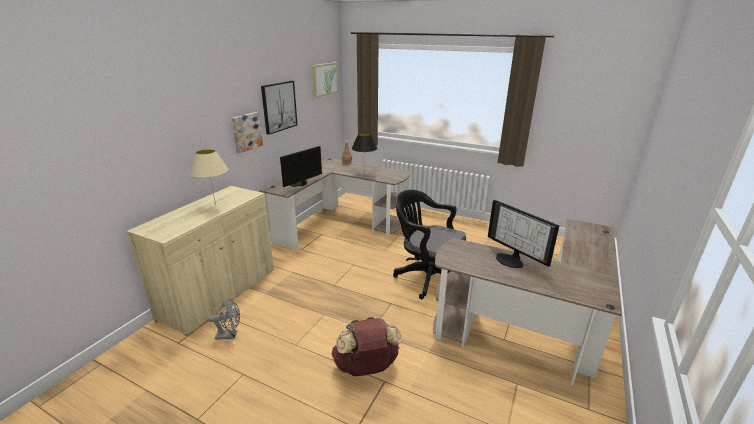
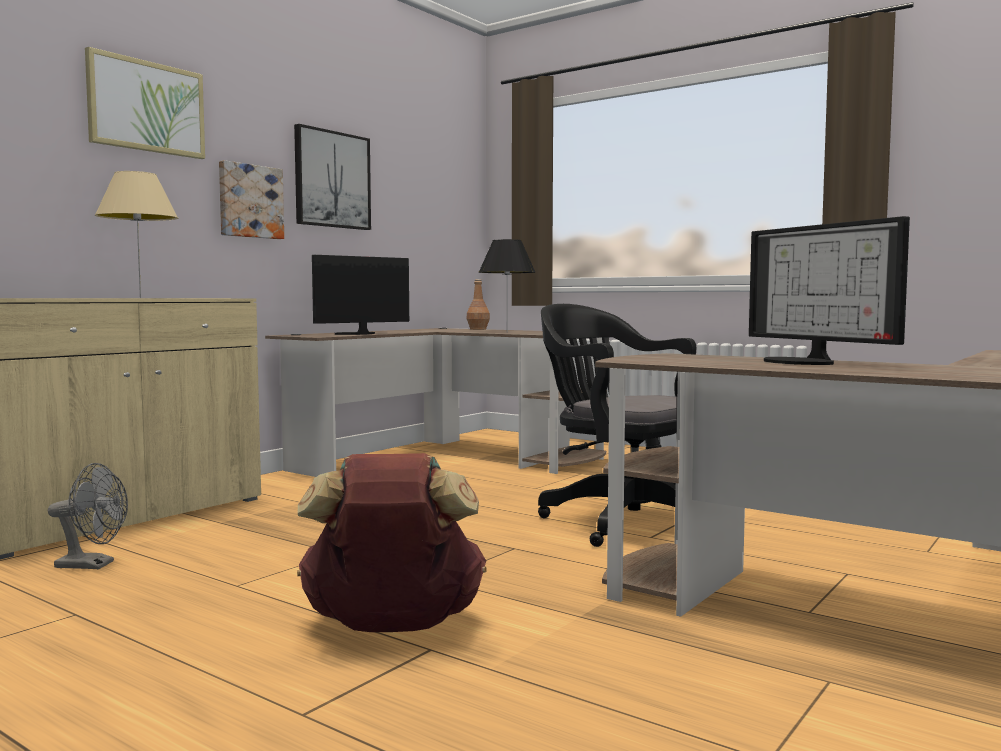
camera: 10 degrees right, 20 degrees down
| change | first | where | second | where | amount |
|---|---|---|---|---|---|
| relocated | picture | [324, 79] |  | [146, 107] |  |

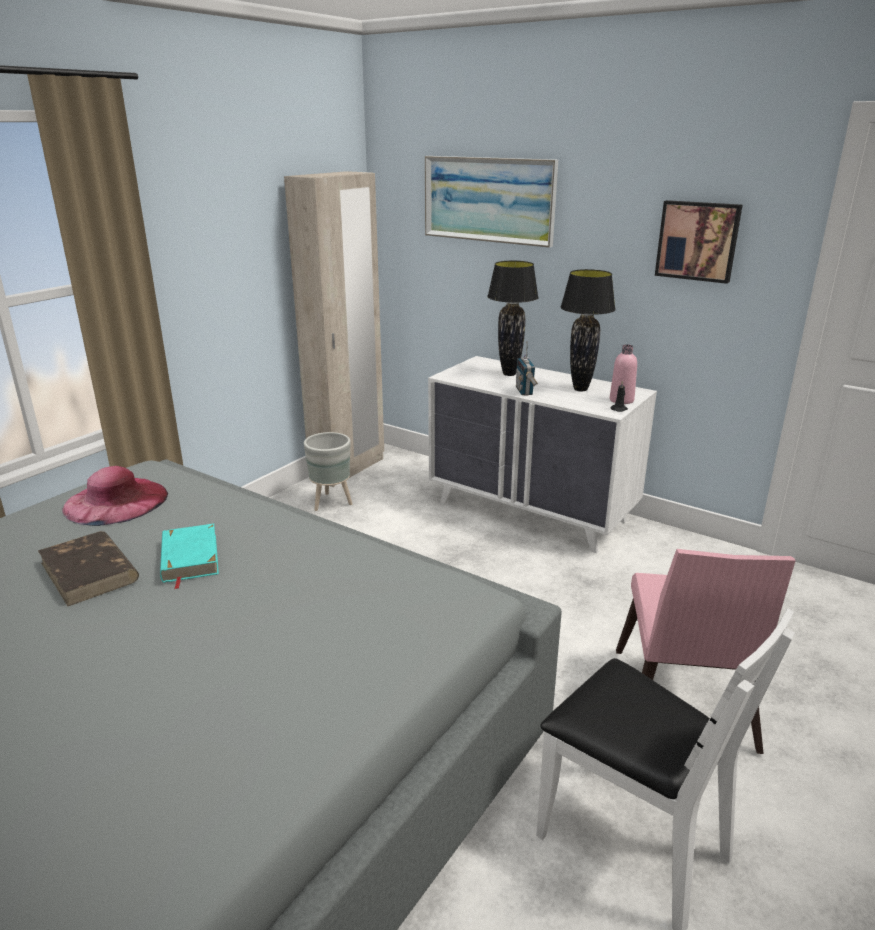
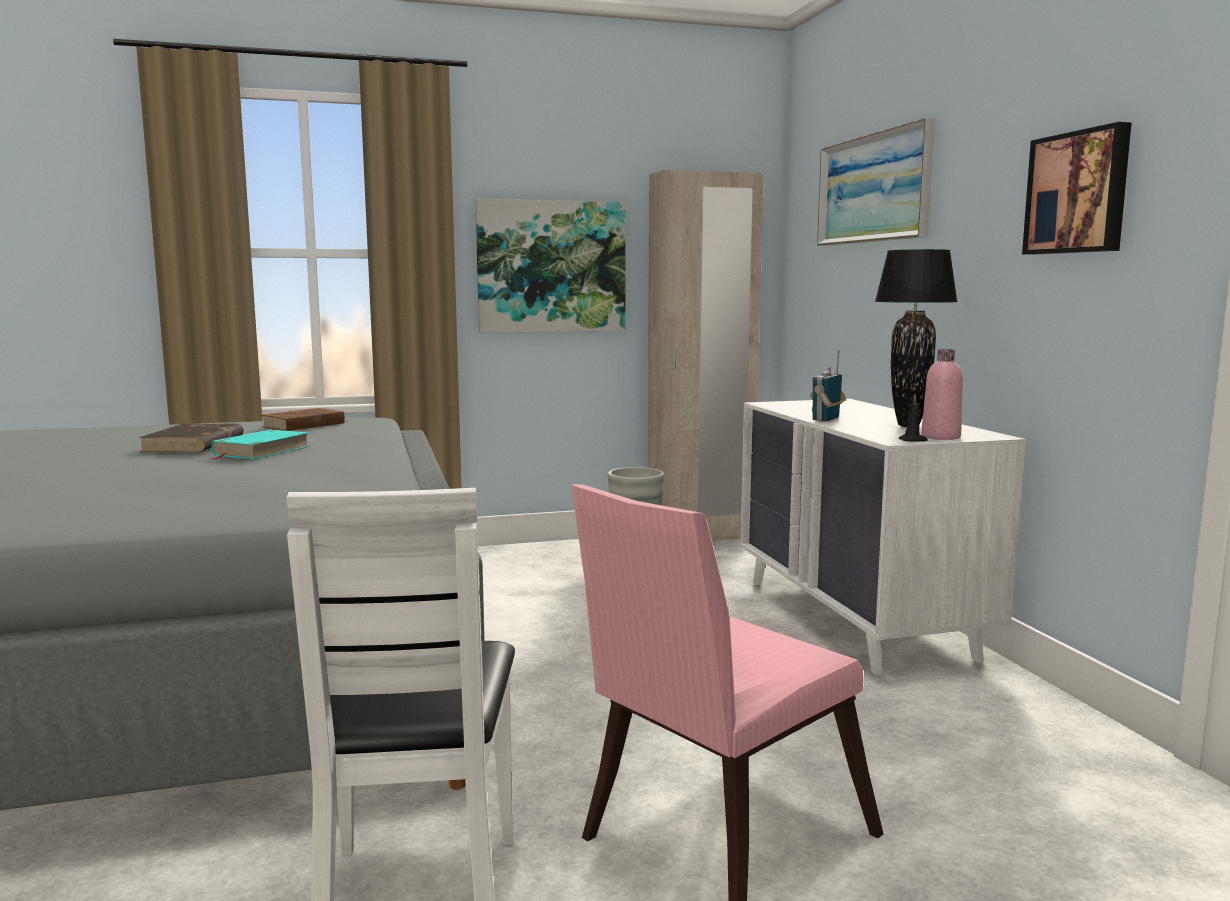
camera: 40 degrees right, 15 degrees down
| change | first | where | second | where | amount |
|---|---|---|---|---|---|
| exchanged | clothing hat in pink | [116, 501] | volume in brown | [304, 425] |  |
| appeared |  |  | picture | [551, 267] |  |
| missing | tabletop lamp in black | [509, 374] |  |  |  |

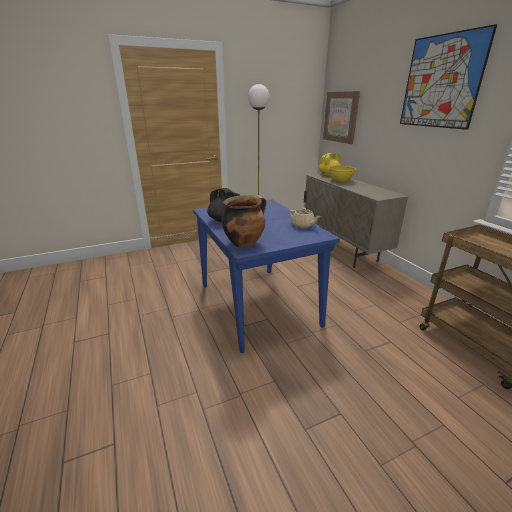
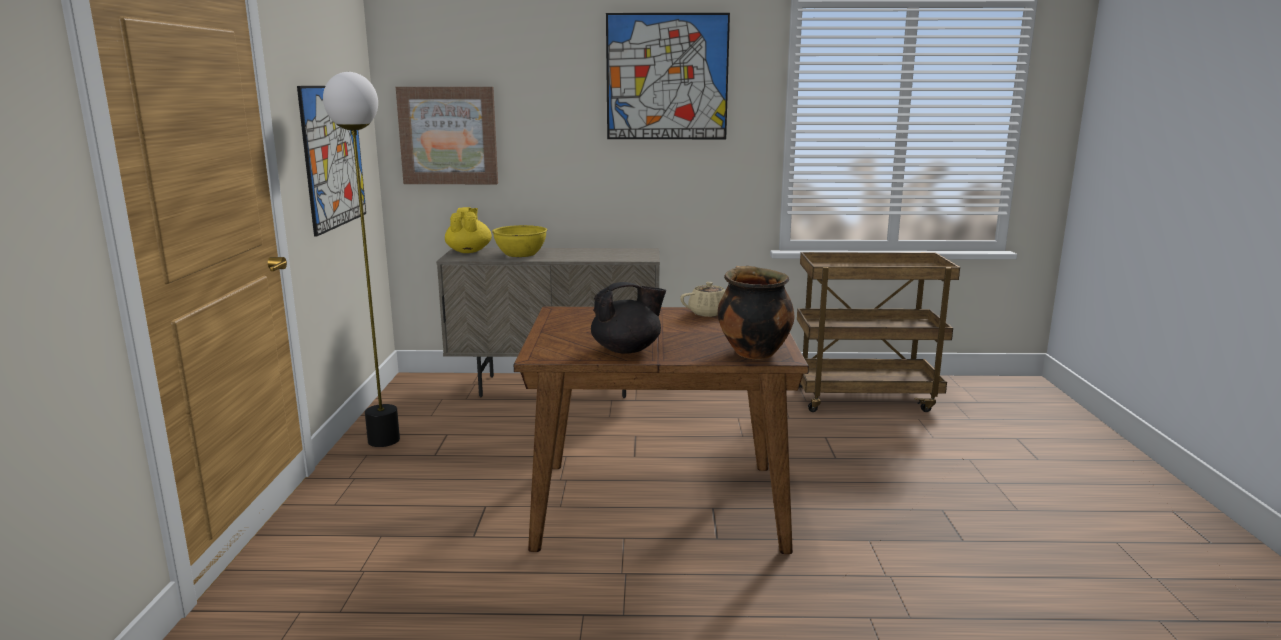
camera: 65 degrees left, 10 degrees down
| change | first | where | second | where | amount |
|---|---|---|---|---|---|
| appeared |  |  | picture | [333, 156] |  |
| colour | dining table in blue-coloured | [257, 303] | dining table in brown | [657, 505] |  |

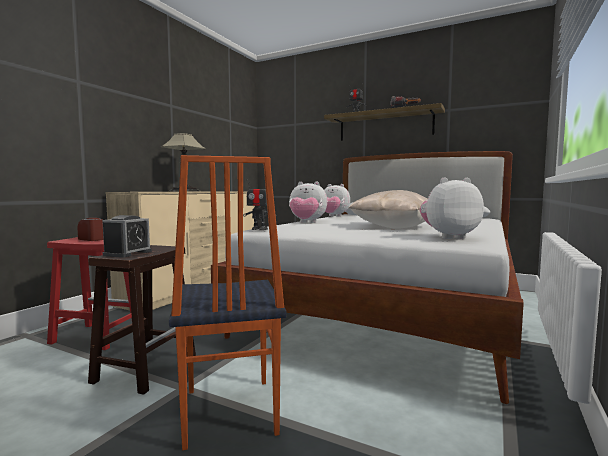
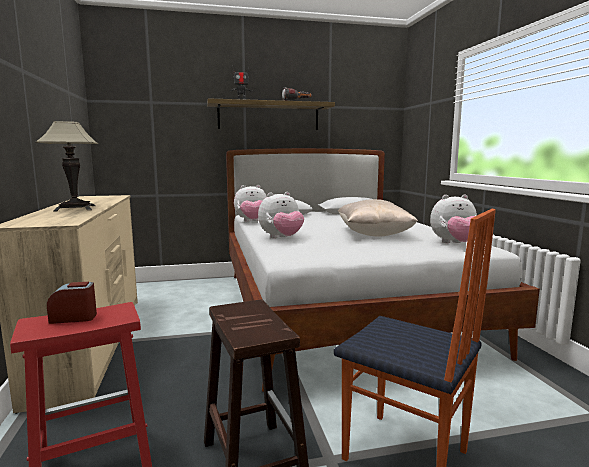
camera: 40 degrees left, 5 degrees up
| change | first | where | second | where | amount |
|---|---|---|---|---|---|
| spun | cuddly toy | [448, 237] |  | [454, 243] | 135 degrees counterclockwise |
| missing | bedside clock | [127, 253] |  |  |  |
| missing | toy robot | [259, 229] |  |  |  |

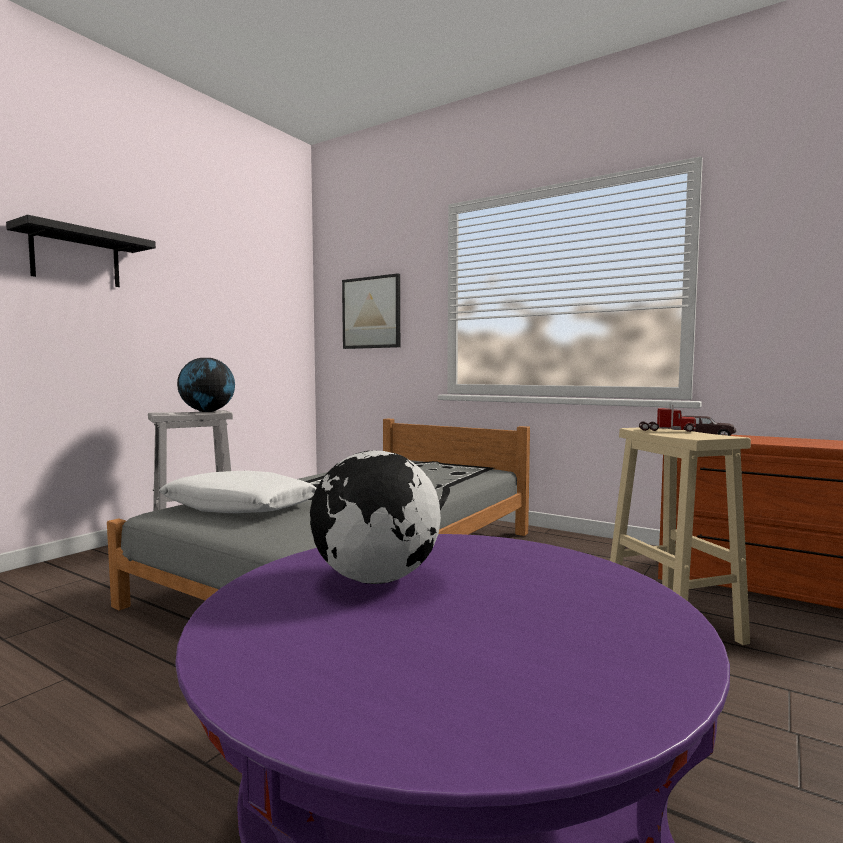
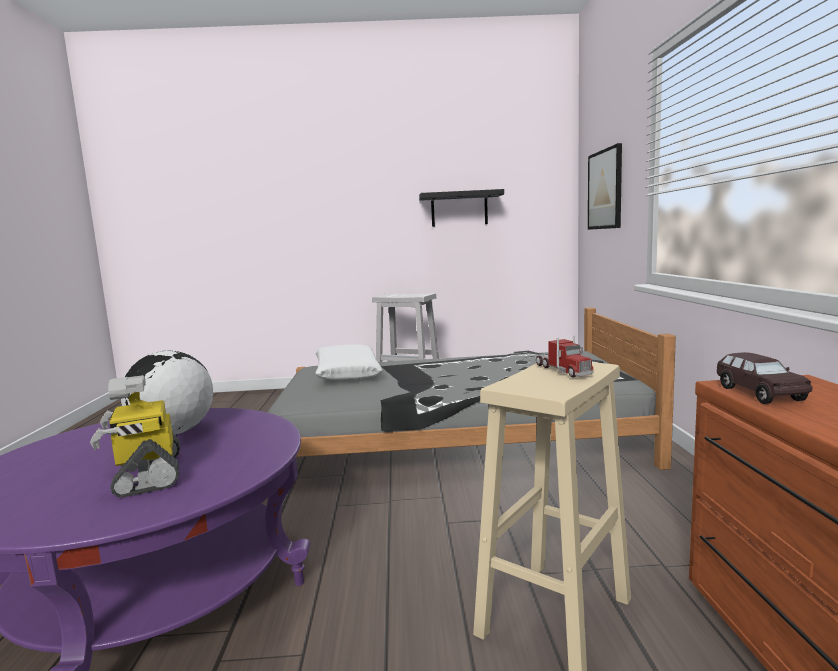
camera: 55 degrees right, 5 degrees up
| change | first | where | second | where | amount |
|---|---|---|---|---|---|
| appeared |  |  | toy robot | [147, 475] |  |
| relocated | wall shelf in black | [76, 258] |  | [459, 209] |  |
| missing | world globe | [208, 411] |  |  |  |

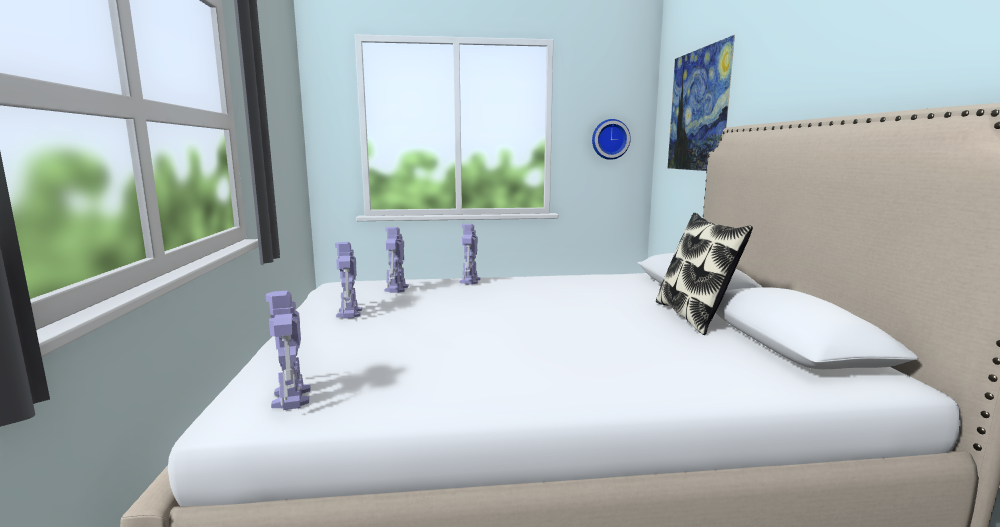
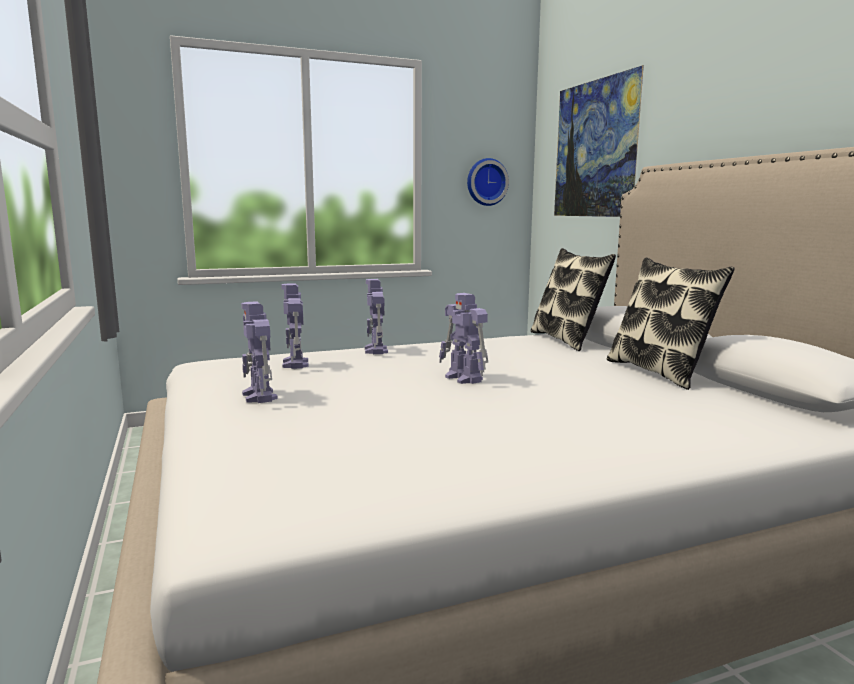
camera: 15 degrees left, 0 degrees up
| change | first | where | second | where | amount |
|---|---|---|---|---|---|
| relocated | toy robot | [291, 398] |  | [464, 378] |  |
| appeared |  |  | cushion | [567, 340] |  |

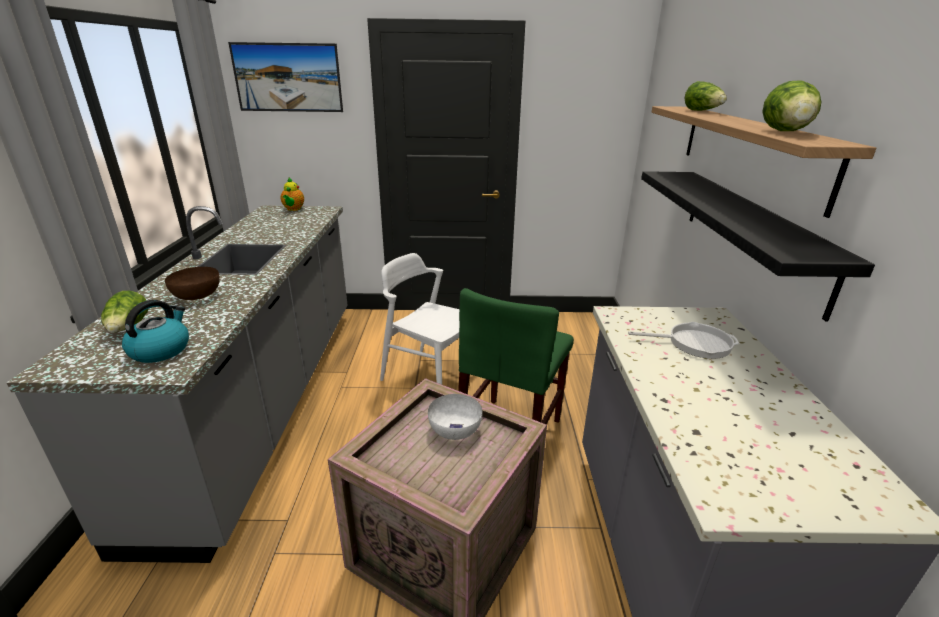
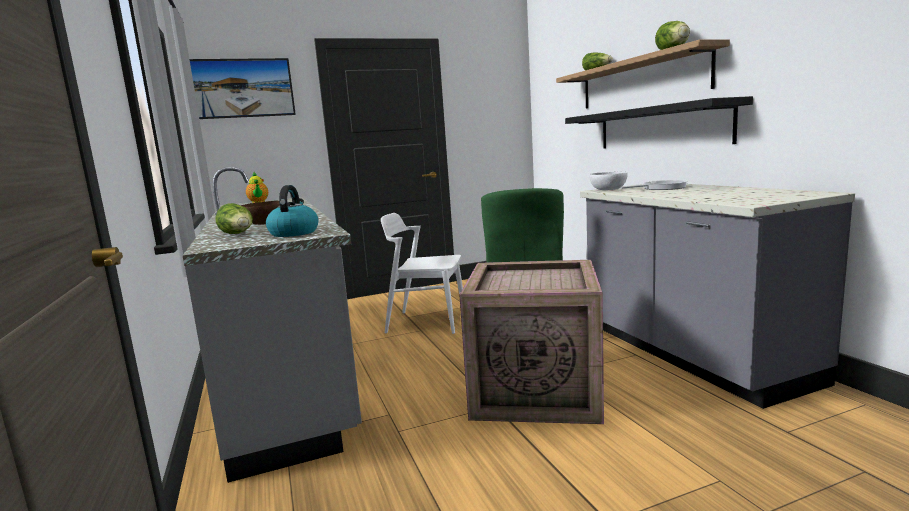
camera: 20 degrees left, 15 degrees down
| change | first | where | second | where | amount |
|---|---|---|---|---|---|
| relocated | deep dish in white-coloured | [454, 429] |  | [608, 189] |  |

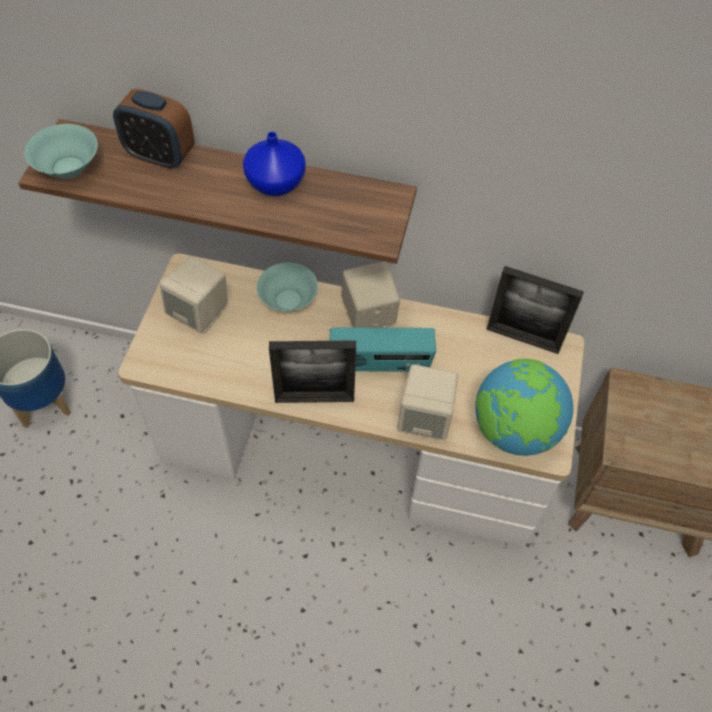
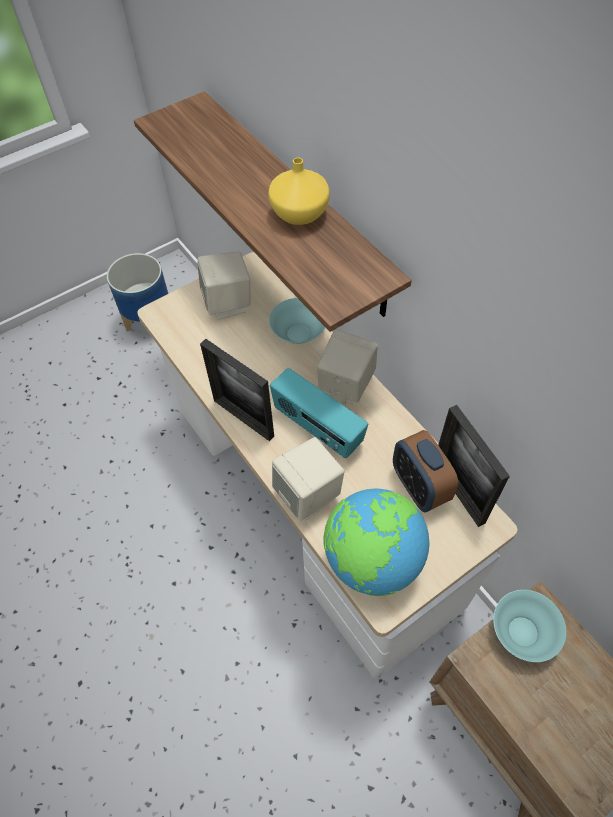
camera: 45 degrees right, 0 degrees up
| change | first | where | second | where | amount |
|---|---|---|---|---|---|
| colour | vase in blue-coloured | [274, 183] | vase in yellow | [298, 213] |  |
| relocated | bedside clock | [160, 156] |  | [419, 487] |  |
| relocated | deep dish in turquoise | [69, 167] |  | [523, 632] |  |

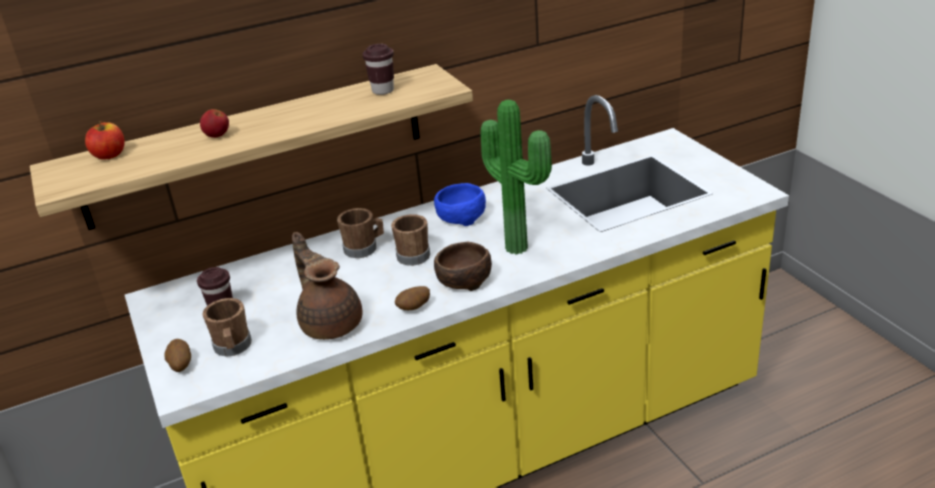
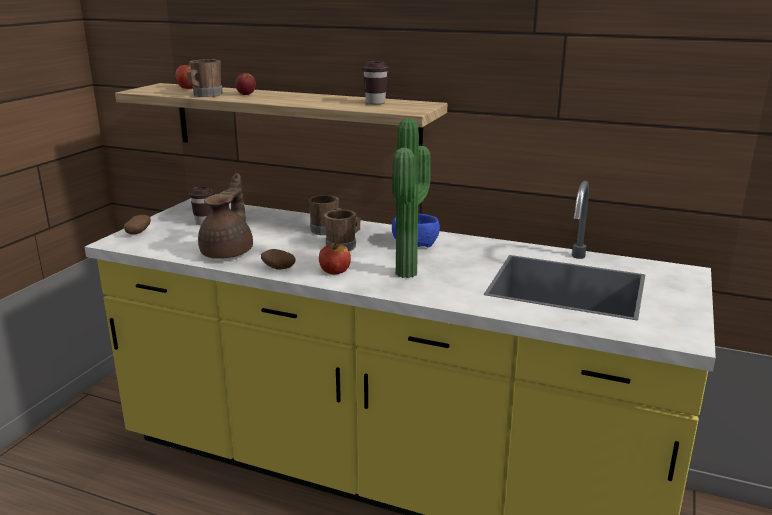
camera: 45 degrees right, 10 degrees down
| change | first | where | second | where | amount |
|---|---|---|---|---|---|
| relocated | tea mug in brown | [233, 348] |  | [205, 95] |  |
| exchanged | deep dish in brown | [463, 280] | apple | [335, 271] |  |

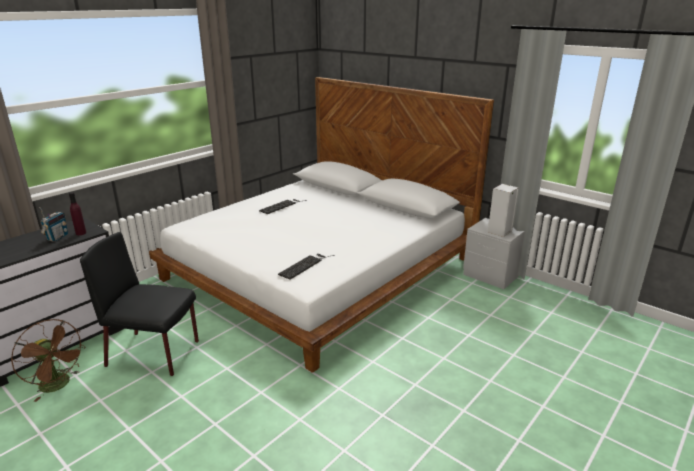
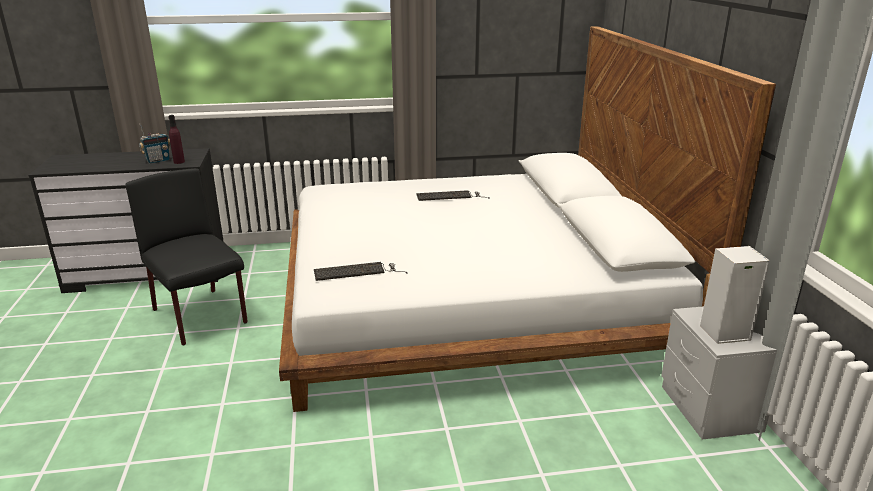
camera: 40 degrees right, 0 degrees up
| change | first | where | second | where | amount |
|---|---|---|---|---|---|
| missing | cooling fan in brown | [59, 385] |  |  |  |

